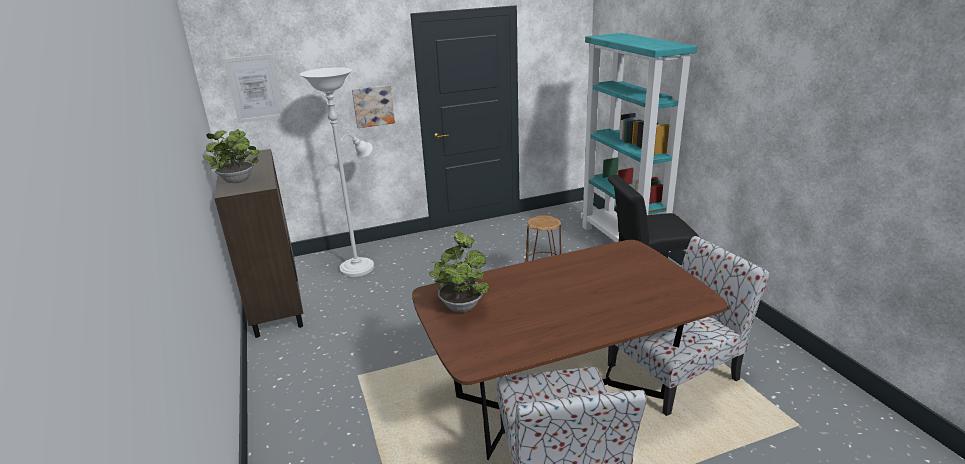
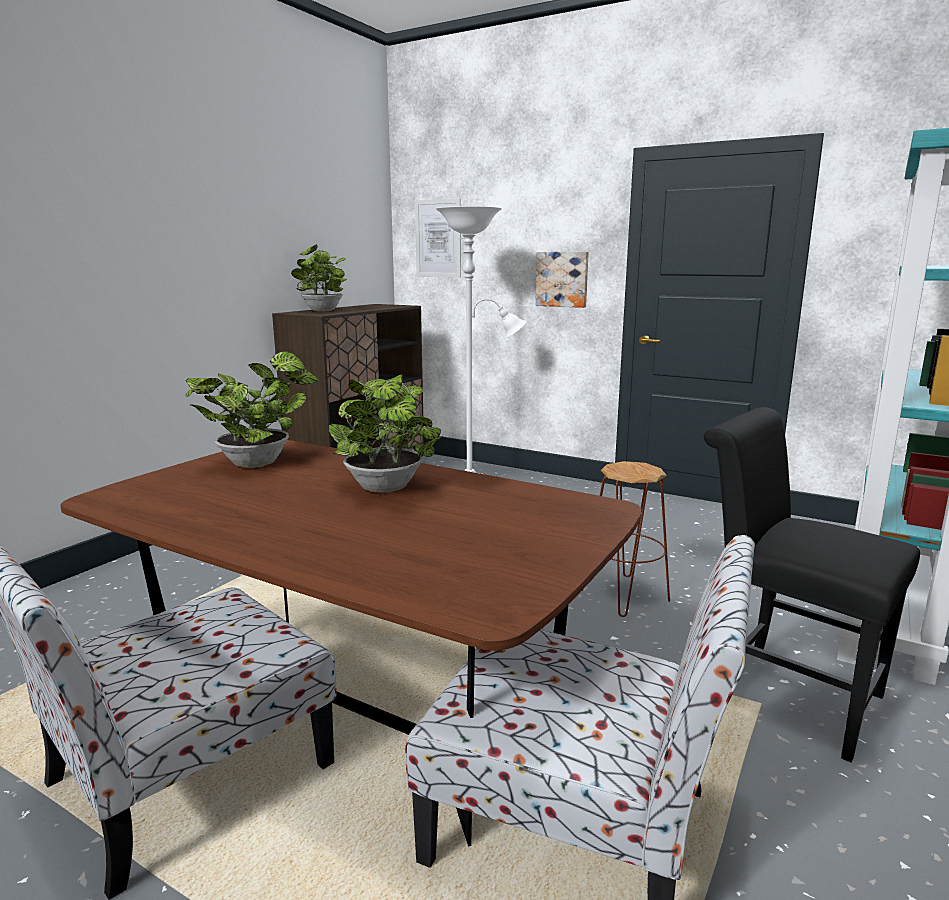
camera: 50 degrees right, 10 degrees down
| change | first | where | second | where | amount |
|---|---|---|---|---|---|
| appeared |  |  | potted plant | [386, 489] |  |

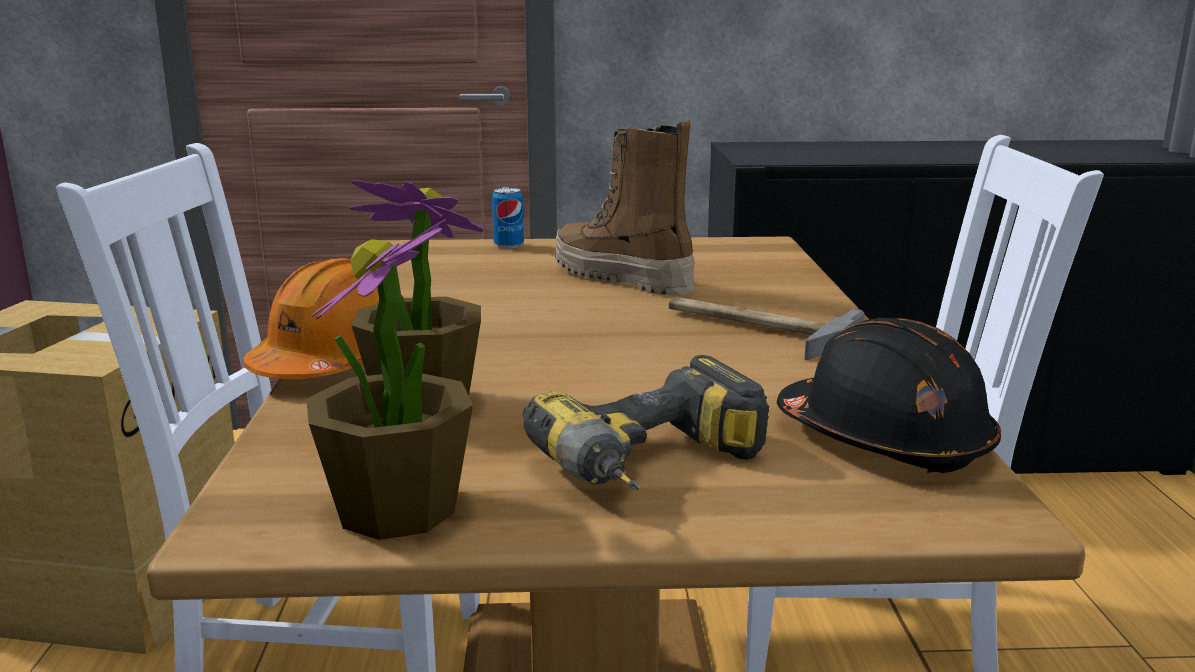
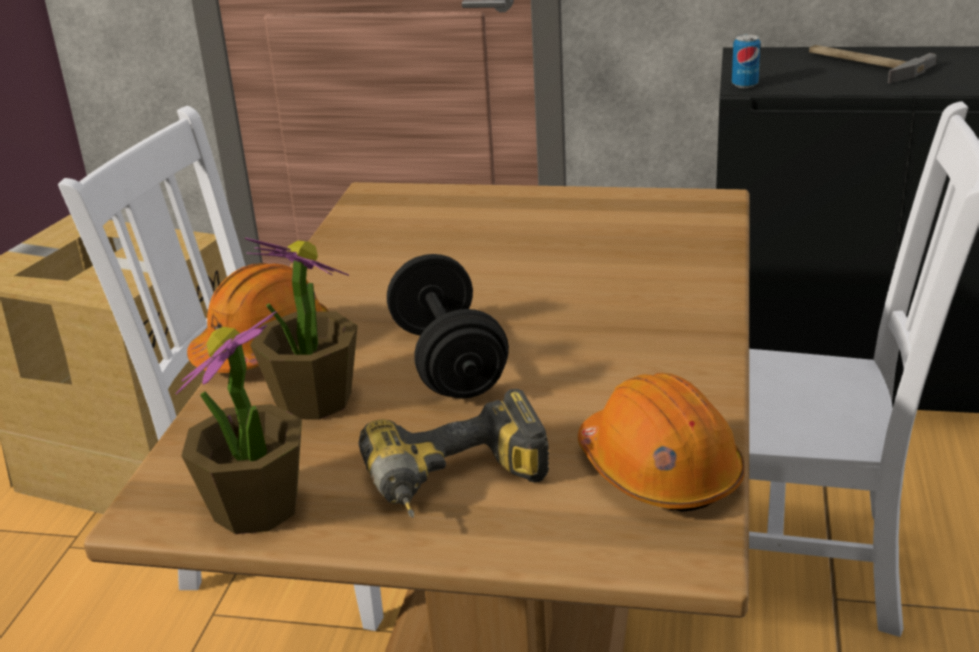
camera: 15 degrees right, 10 degrees up
| change | first | where | second | where | amount |
|---|---|---|---|---|---|
| appeared |  |  | dumbbell in black | [448, 362] |  |
| colour | safety helmet in black | [884, 440] | safety helmet in orange | [659, 471] |  |
| relocated | metal can | [508, 245] |  | [744, 85] |  |
| relocated | hand hammer | [754, 328] |  | [862, 65] |  |
| missing | boot | [622, 279] |  |  |  |

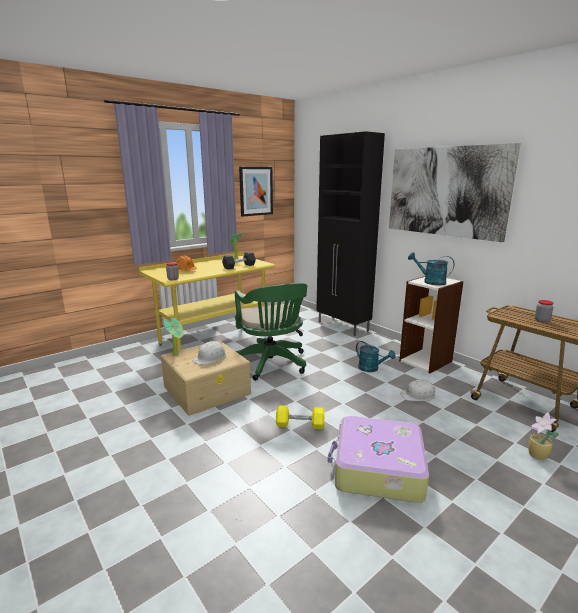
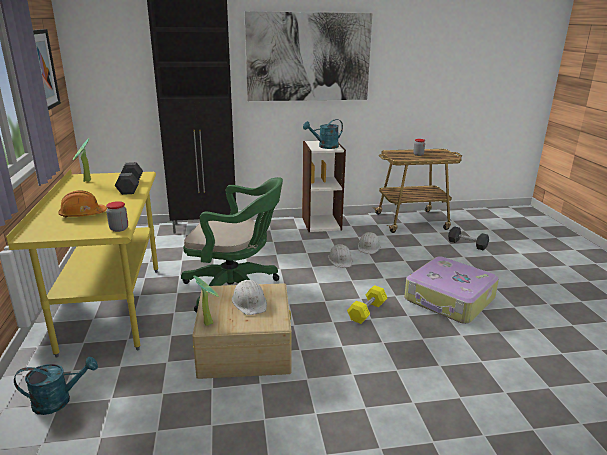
camera: 60 degrees left, 5 degrees up
| change | first | where | second | where | amount |
|---|---|---|---|---|---|
| relocated | watering can in turquoise | [371, 369] |  | [59, 401] |  |
| appeared |  |  | safety helmet in white-coloured | [340, 260] |  |
| exchanged | potted plant | [537, 456] | dumbbell in gray | [467, 244] |  |

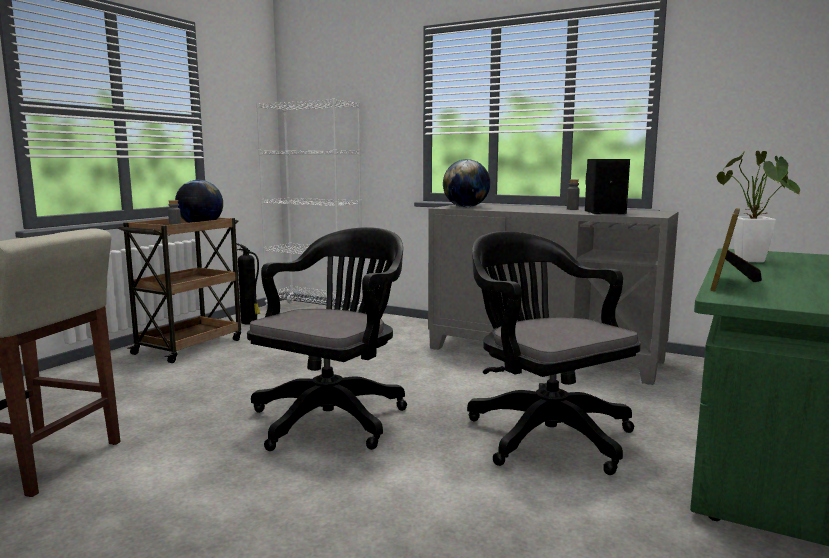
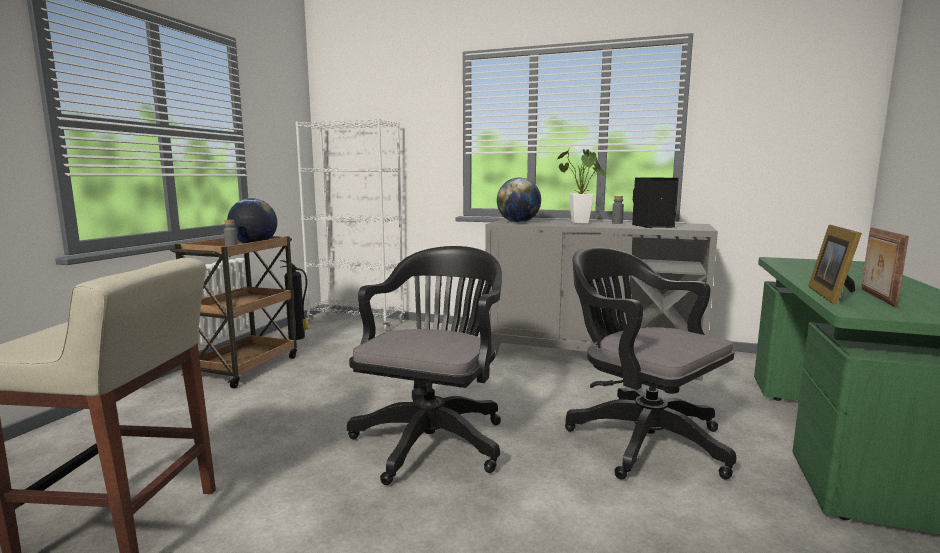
camera: 10 degrees left, 0 degrees up
| change | first | where | second | where | amount |
|---|---|---|---|---|---|
| relocated | potted plant | [751, 261] |  | [580, 223] |  |
| appeared |  |  | photo frame | [876, 297] |  |

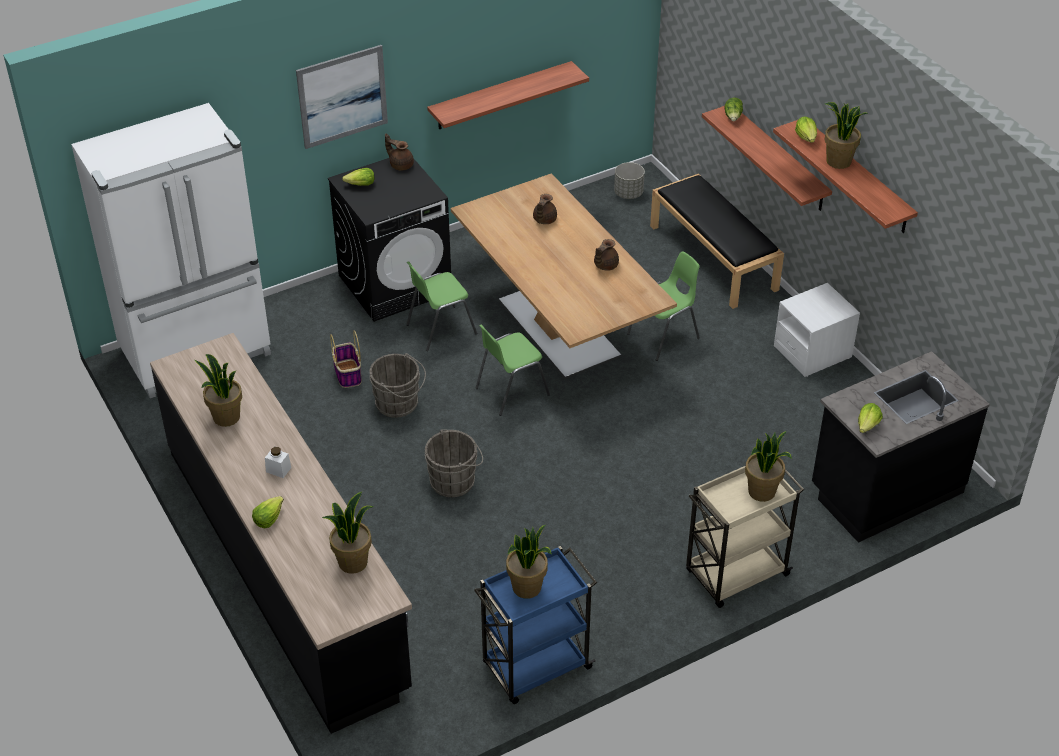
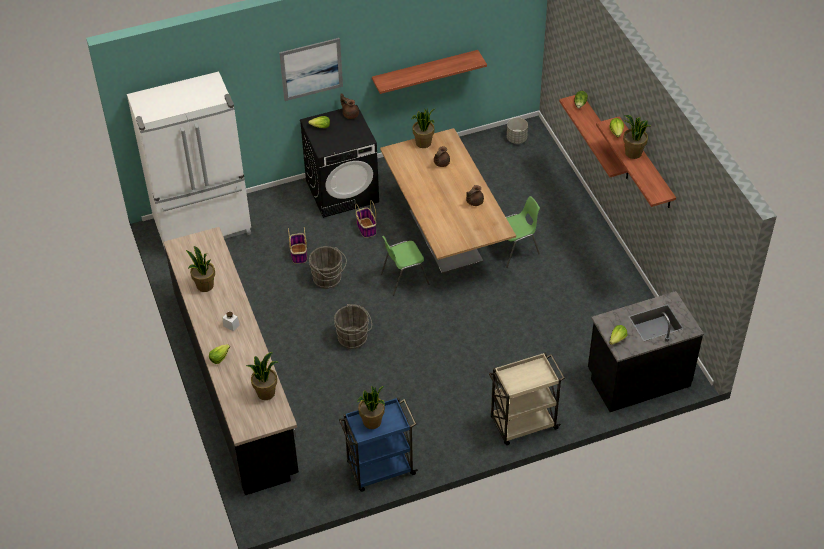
camera: 10 degrees right, 5 degrees up
| change | first | where | second | where | amount |
|---|---|---|---|---|---|
| exchanged | upright chair in green | [440, 329] | household basket | [366, 228] |  |
| relocated | potted plant | [762, 492] |  | [423, 143] |  |
| missing | long seat in black | [714, 258] |  |  |  |
| missing | bedside table in white-coloured | [812, 352] |  |  |  |

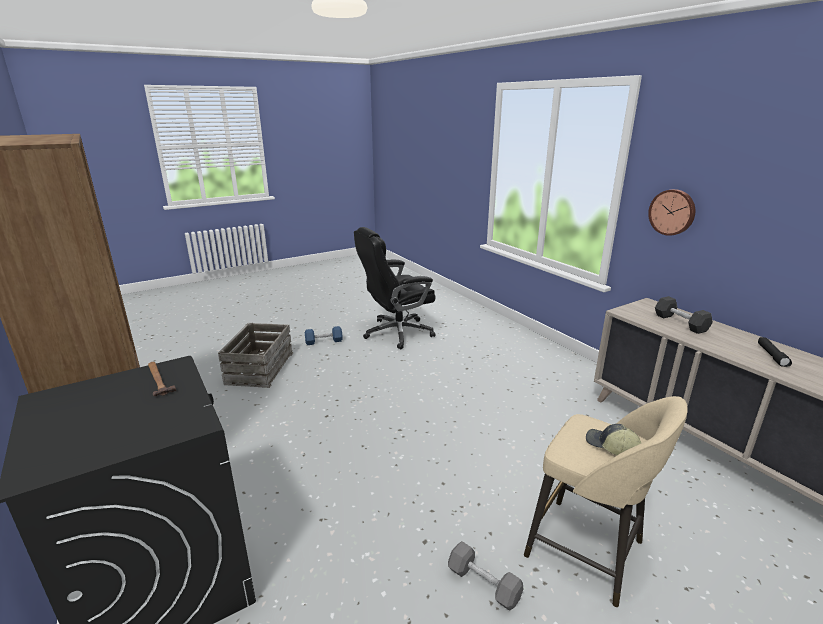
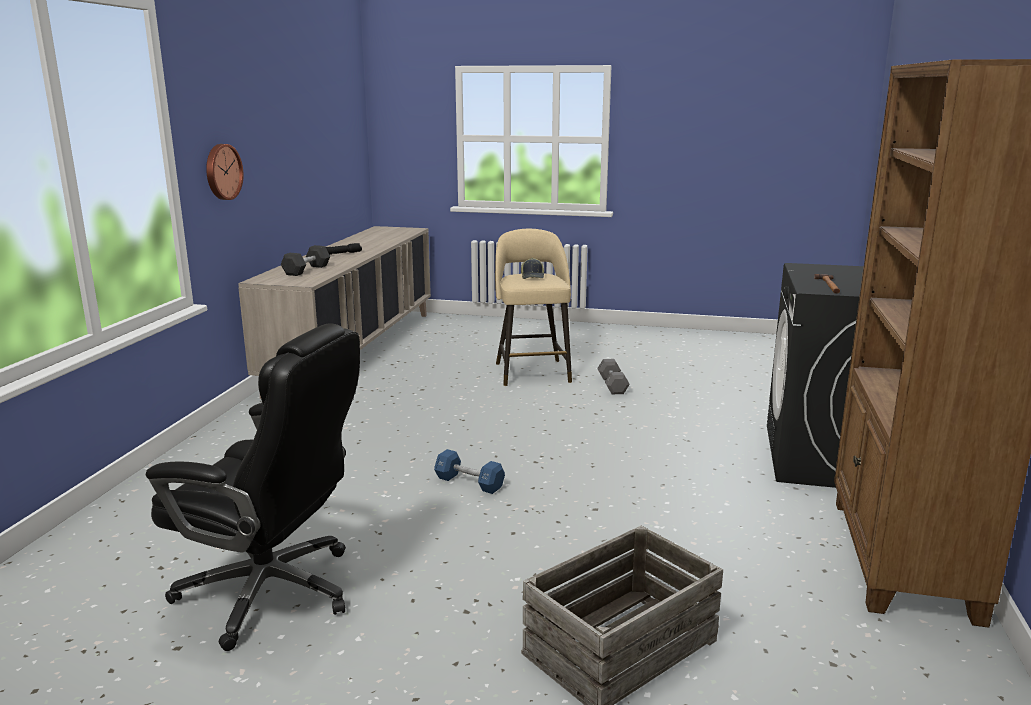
camera: 135 degrees left, 5 degrees down
| change | first | where | second | where | amount |
|---|---|---|---|---|---|
| relocated | dumbbell in blue-coloured | [324, 341] |  | [469, 483] |  |

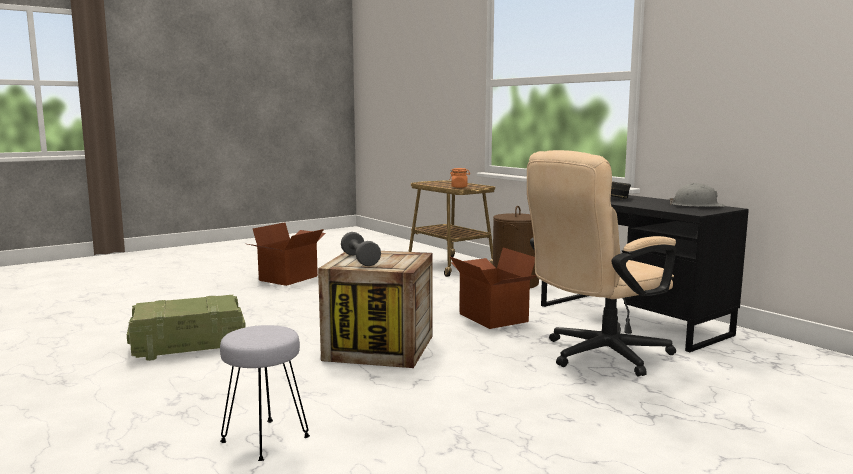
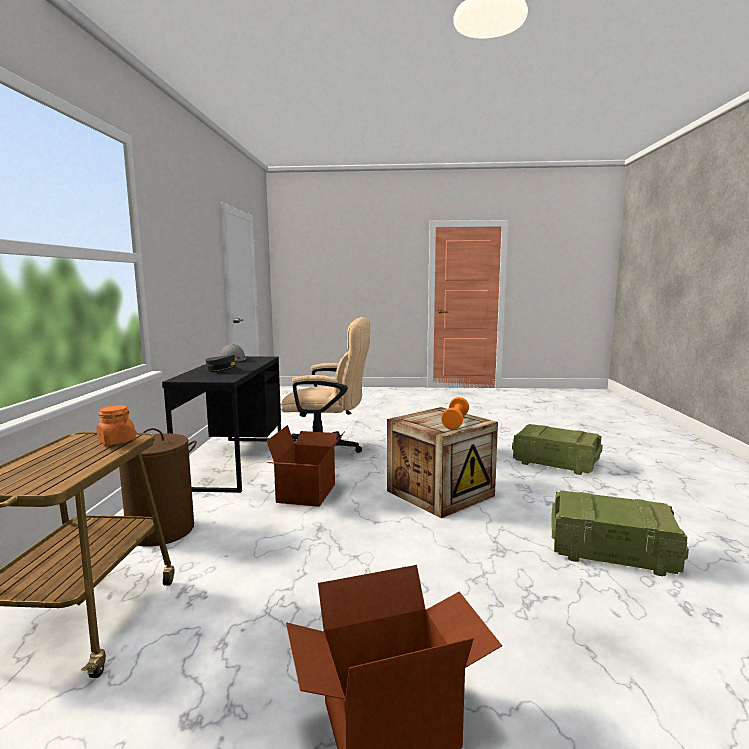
camera: 140 degrees left, 0 degrees up
| change | first | where | second | where | amount |
|---|---|---|---|---|---|
| colour | dumbbell in gray | [360, 260] | dumbbell in orange | [455, 422] |  |
| exchanged | stool seat in gray | [264, 440] | shipping crate | [557, 462] |  |

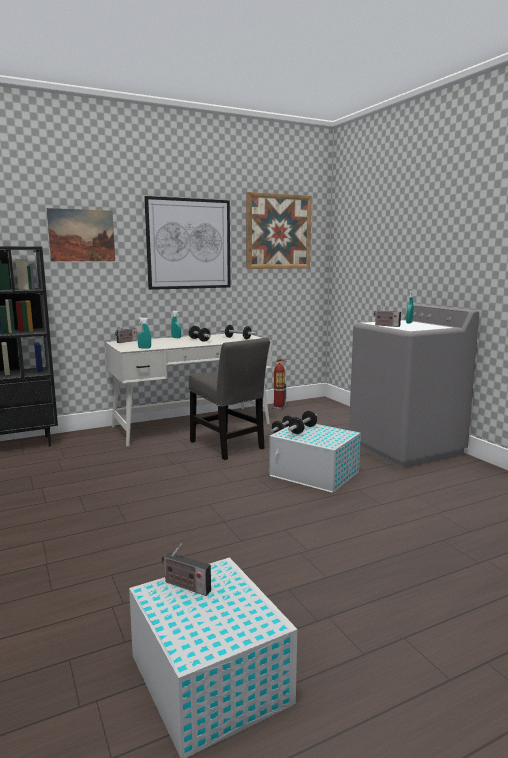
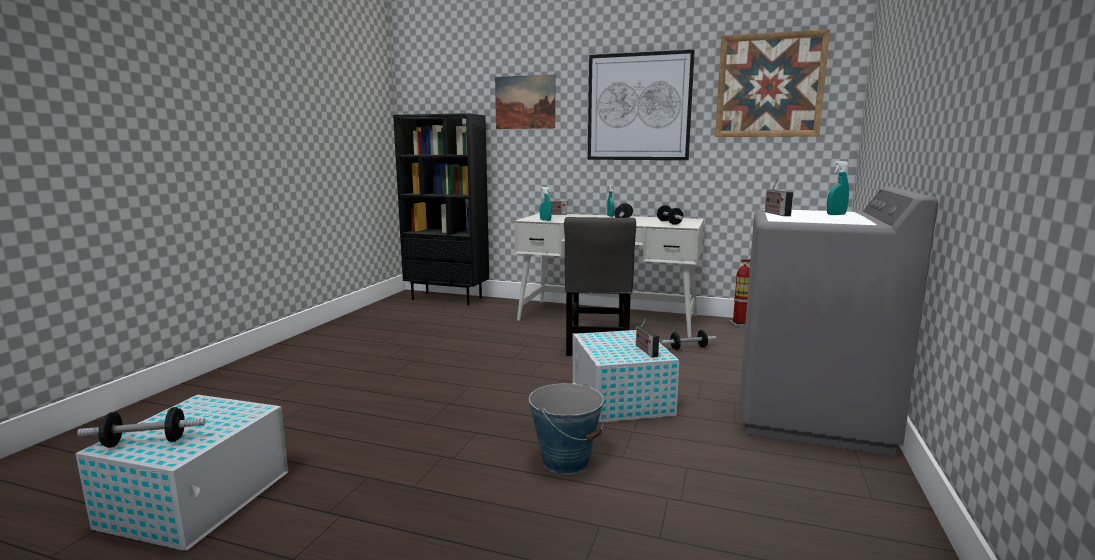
camera: 45 degrees right, 0 degrees up
| change | first | where | second | where | amount |
|---|---|---|---|---|---|
| relocated | dumbbell | [302, 430] |  | [145, 442] |  |
| appeared |  |  | water bucket | [566, 461] |  |
| relocated | radio | [185, 586] |  | [645, 350] |  |

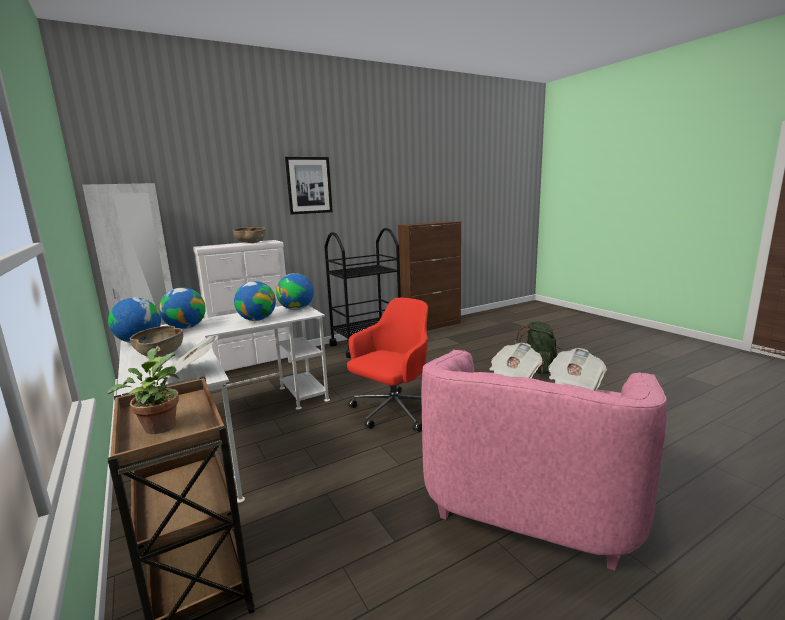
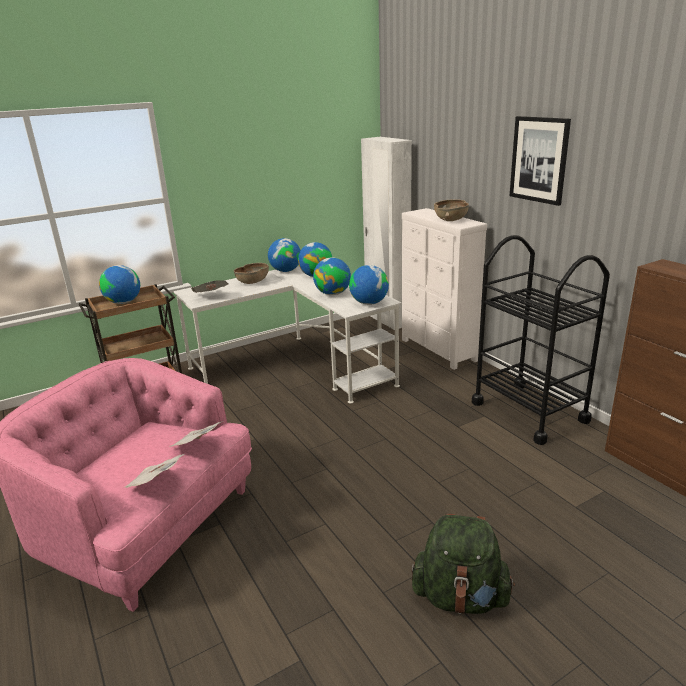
camera: 90 degrees right, 10 degrees up
| change | first | where | second | where | amount |
|---|---|---|---|---|---|
| exchanged | potted plant | [159, 425] | world globe | [123, 302] |  |
| missing | desk chair in red | [393, 412] |  |  |  |

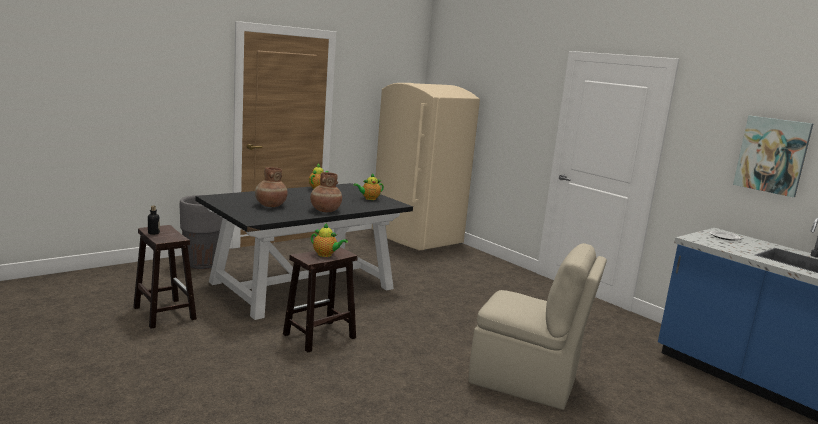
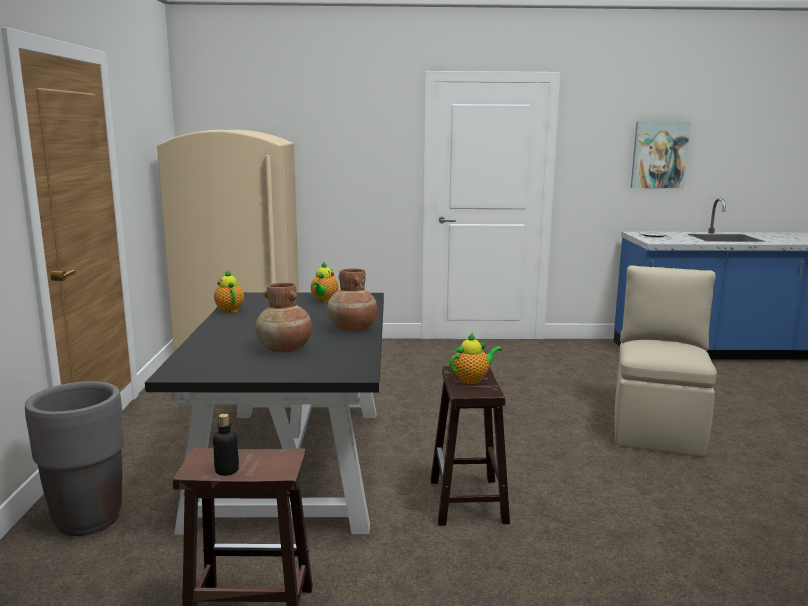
camera: 50 degrees left, 0 degrees up
| change | first | where | second | where | amount |
|---|---|---|---|---|---|
| spun | upright chair in beige-coloured | [526, 381] |  | [657, 428] | 45 degrees counterclockwise |

